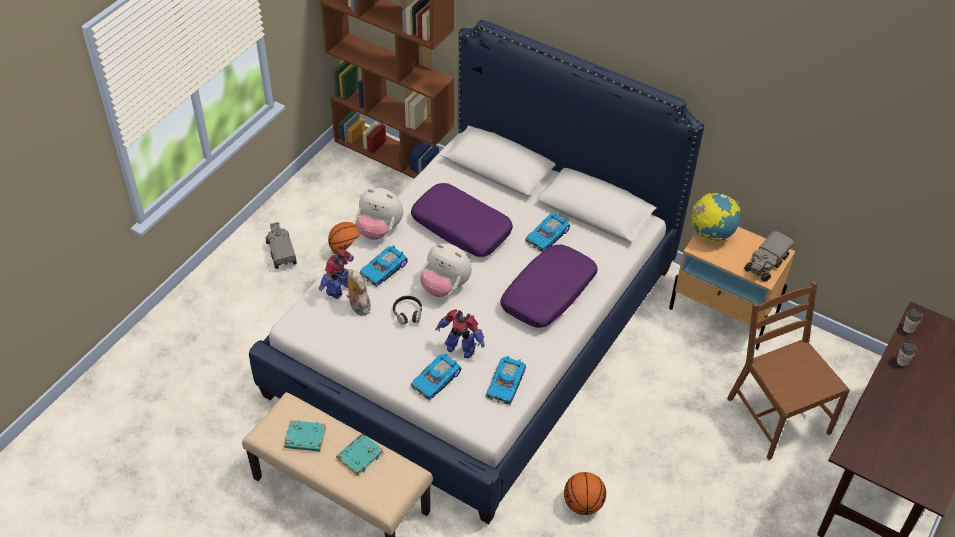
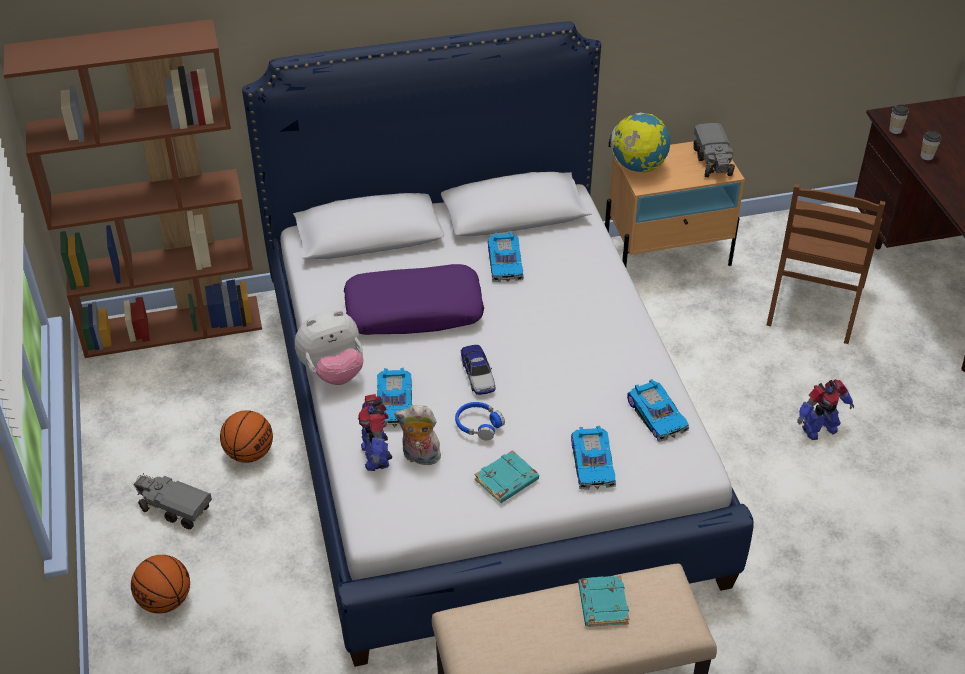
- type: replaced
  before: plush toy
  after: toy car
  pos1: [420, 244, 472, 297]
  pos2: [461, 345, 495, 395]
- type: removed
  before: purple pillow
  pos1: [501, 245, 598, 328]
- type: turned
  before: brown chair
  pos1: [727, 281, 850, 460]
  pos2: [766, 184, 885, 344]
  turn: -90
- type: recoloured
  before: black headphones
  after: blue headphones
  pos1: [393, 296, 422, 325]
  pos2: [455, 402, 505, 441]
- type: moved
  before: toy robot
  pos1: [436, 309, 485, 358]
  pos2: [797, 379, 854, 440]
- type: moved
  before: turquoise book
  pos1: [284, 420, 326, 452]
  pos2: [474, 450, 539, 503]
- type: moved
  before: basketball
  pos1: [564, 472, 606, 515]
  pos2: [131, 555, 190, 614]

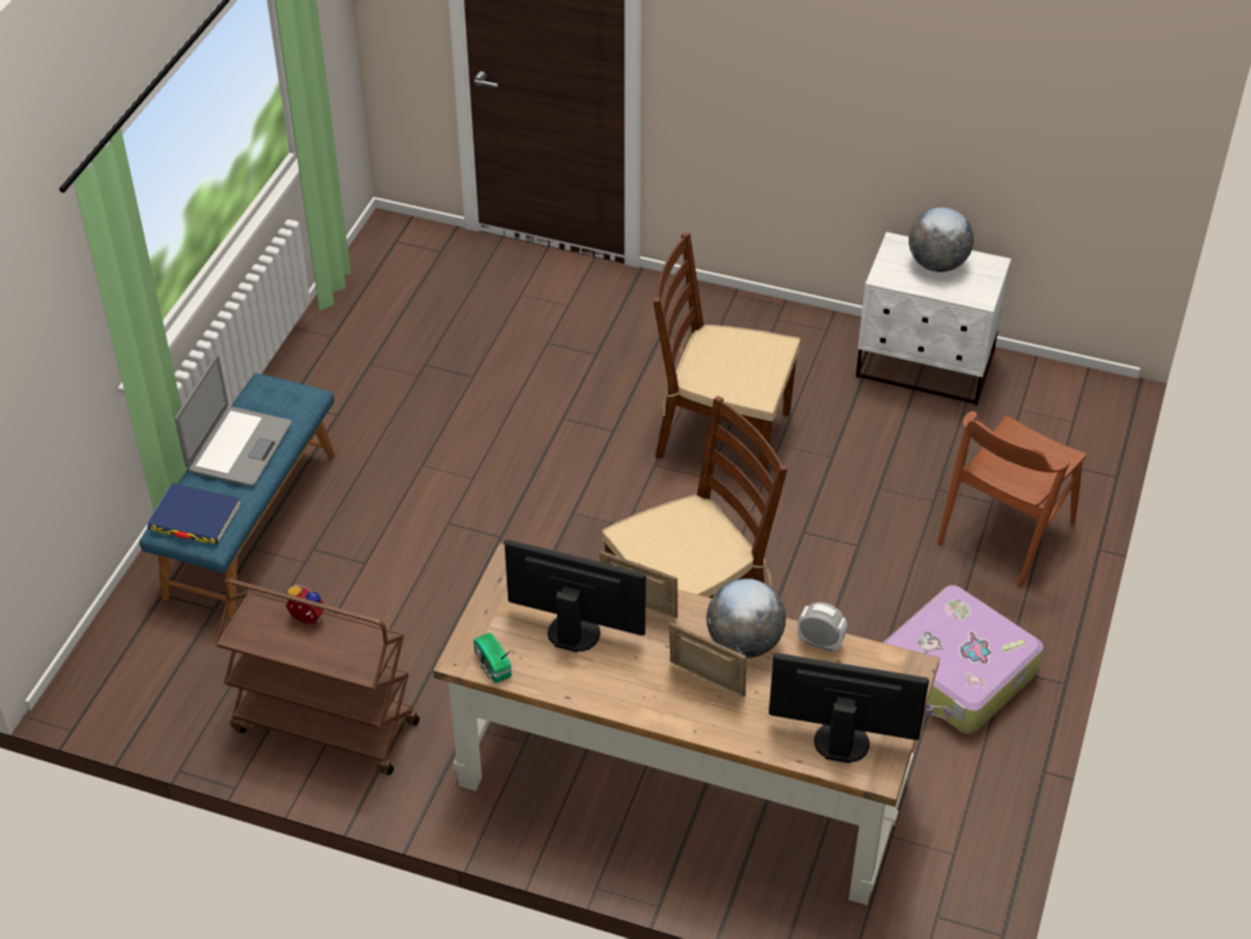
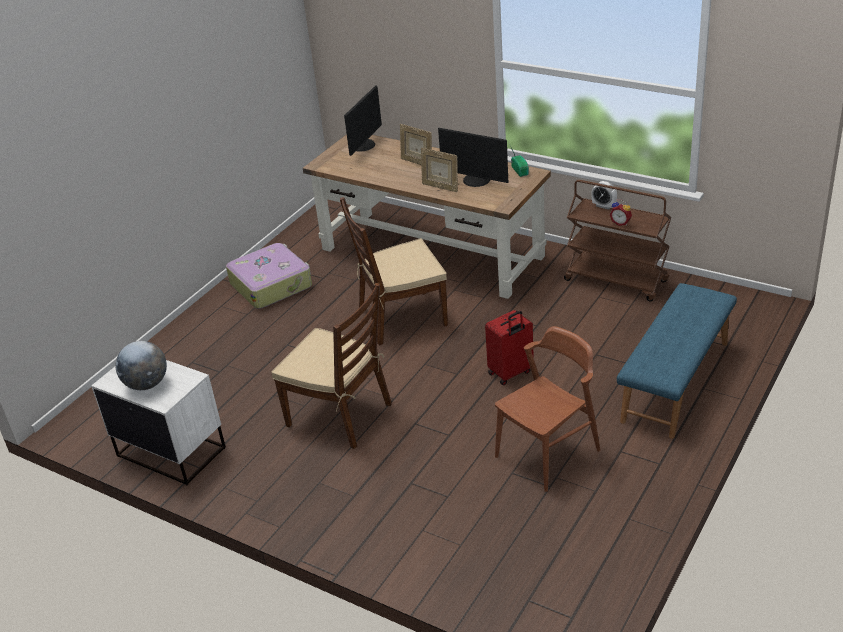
- type: removed
  before: laptop
  pos1: [175, 356, 292, 486]
- type: moved
  before: brown chair
  pos1: [937, 411, 1086, 588]
  pos2: [495, 326, 600, 492]
- type: removed
  before: blue book
  pos1: [147, 483, 240, 544]
- type: removed
  before: globe
  pos1: [707, 579, 786, 658]
- type: moved
  before: alarm clock
  pos1: [797, 602, 847, 652]
  pos2: [591, 181, 617, 210]
- type: turned
  before: monitor
  pos1: [769, 653, 929, 763]
  pos2: [344, 85, 382, 156]
  turn: -90
- type: added
  after: red suitcase
  pos2: [485, 310, 534, 385]

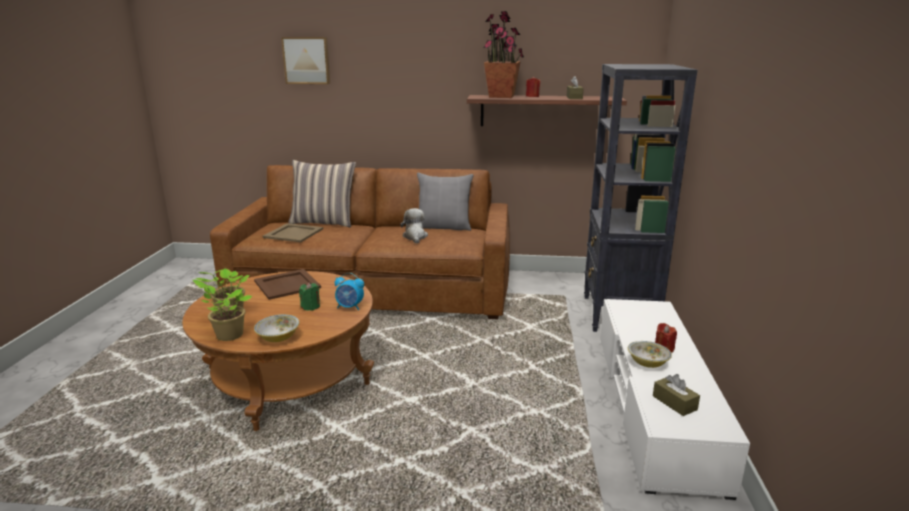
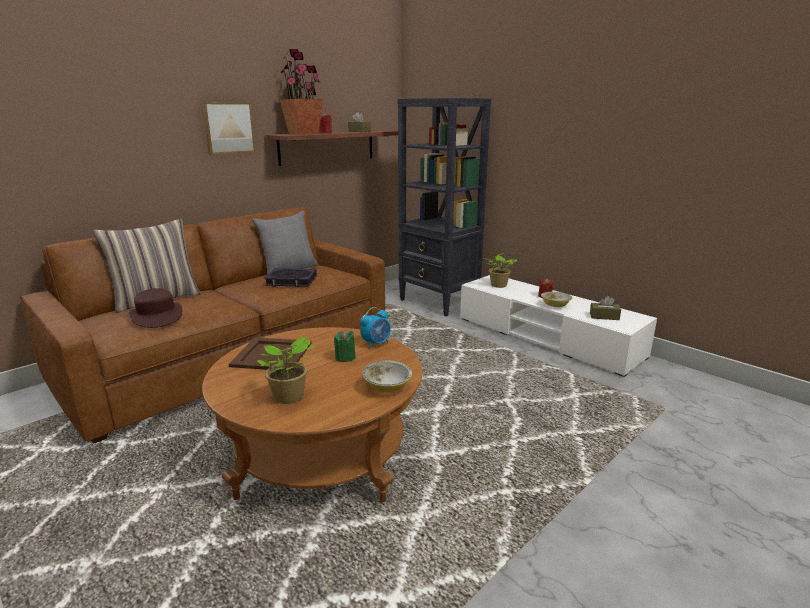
- type: moved
  before: picture
  pos1: [281, 37, 330, 84]
  pos2: [202, 102, 256, 155]
- type: replaced
  before: plush toy
  after: book
  pos1: [400, 208, 428, 244]
  pos2: [265, 268, 317, 287]
- type: replaced
  before: beige tray
  after: brown hat
  pos1: [263, 223, 323, 242]
  pos2: [129, 288, 182, 328]
- type: moved
  before: potted plant
  pos1: [193, 280, 252, 341]
  pos2: [484, 253, 517, 288]

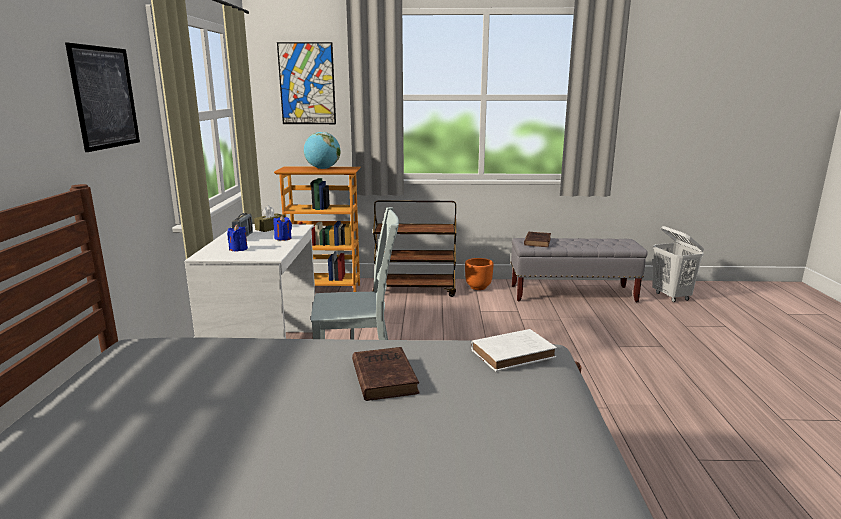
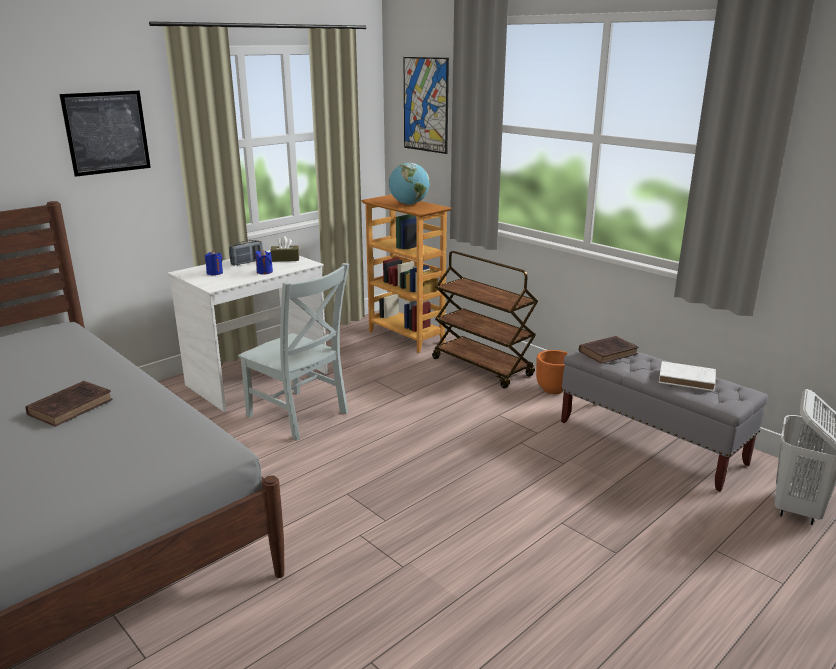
- type: moved
  before: white book
  pos1: [471, 329, 557, 372]
  pos2: [659, 361, 716, 391]

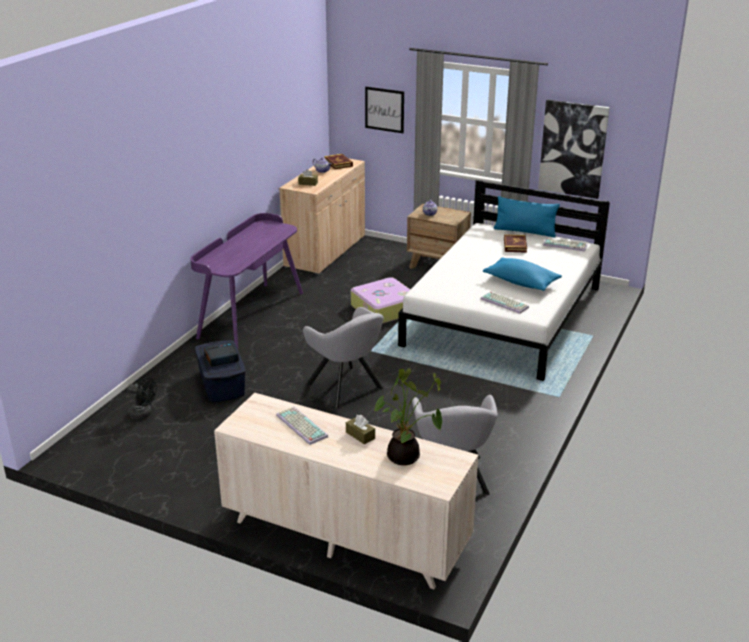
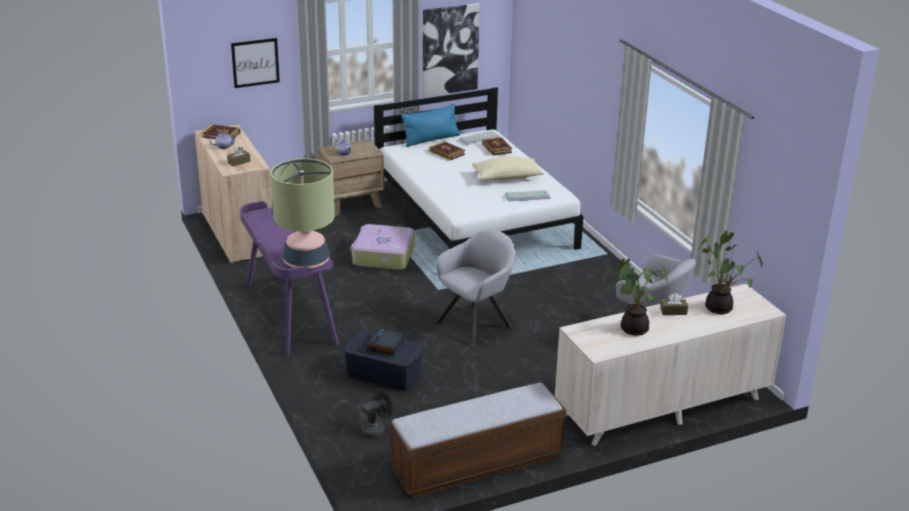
- type: recoloured
  before: blue pillow
  after: beige pillow
  pos1: [483, 257, 562, 291]
  pos2: [472, 157, 544, 180]
- type: turned
  before: grey armchair
  pos1: [303, 307, 384, 408]
  pos2: [435, 230, 516, 347]
  turn: -45
- type: replaced
  before: keyboard
  after: potted plant
  pos1: [276, 406, 328, 445]
  pos2: [603, 259, 668, 336]
- type: added
  after: book
  pos2: [482, 137, 512, 156]
- type: added
  after: table lamp
  pos2: [270, 158, 335, 269]
- type: added
  after: bench
  pos2: [390, 383, 566, 498]

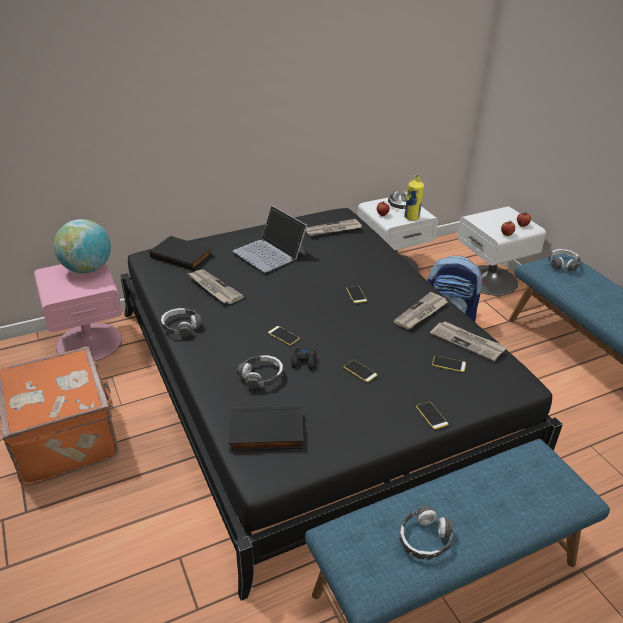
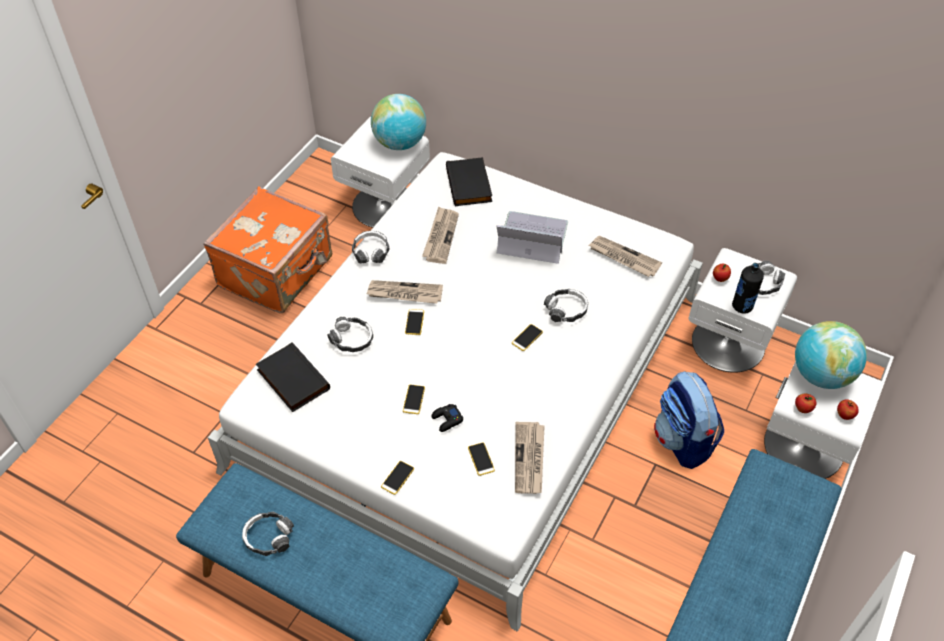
- type: recoloured
  before: yellow bottle
  after: black bottle
  pos1: [404, 175, 424, 221]
  pos2: [732, 263, 764, 314]
- type: turned
  before: laptop
  pos1: [233, 205, 307, 273]
  pos2: [497, 211, 568, 264]
  turn: 90
- type: recoloured
  before: black bed
  after: white bed
  pos1: [120, 208, 563, 601]
  pos2: [208, 152, 703, 632]
- type: moved
  before: headphones
  pos1: [548, 249, 582, 272]
  pos2: [544, 289, 588, 322]
- type: recoloured
  before: pink nightstand
  after: white nightstand
  pos1: [34, 263, 122, 361]
  pos2: [331, 117, 430, 228]
- type: moved
  before: newspaper
  pos1: [393, 292, 448, 330]
  pos2: [366, 280, 443, 304]
- type: moved
  before: black game controller
  pos1: [291, 348, 316, 370]
  pos2: [432, 404, 463, 432]
- type: added
  after: globe
  pos2: [795, 321, 867, 389]

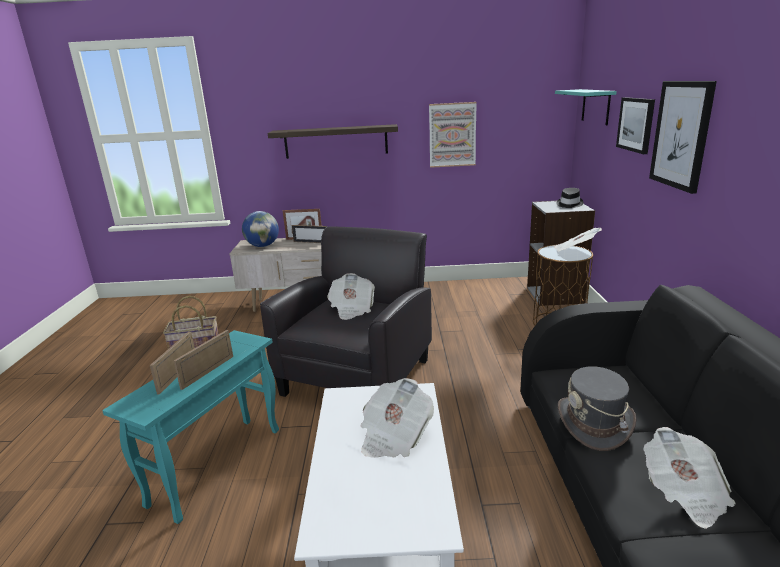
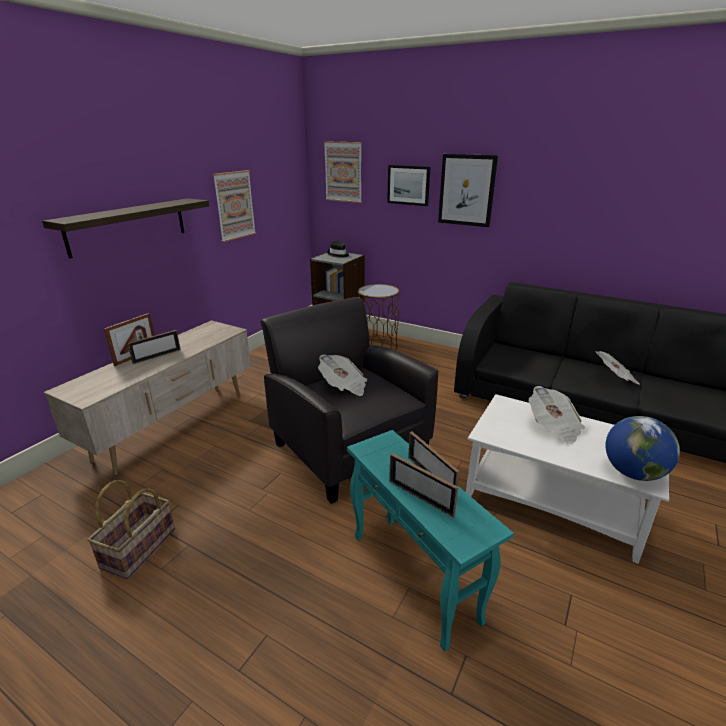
- type: replaced
  before: turquoise shelf
  after: picture
  pos1: [555, 89, 617, 125]
  pos2: [324, 141, 362, 203]
- type: moved
  before: globe
  pos1: [242, 211, 279, 247]
  pos2: [606, 416, 680, 481]
- type: removed
  before: newspaper
  pos1: [554, 228, 602, 252]
- type: removed
  before: grey hat
  pos1: [558, 366, 637, 451]

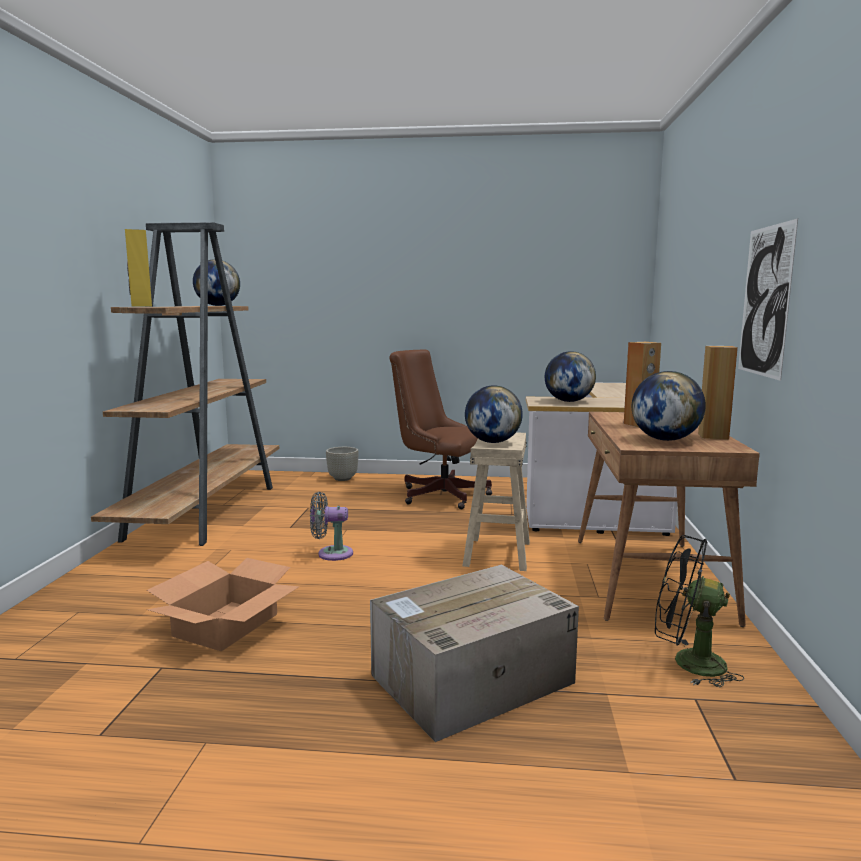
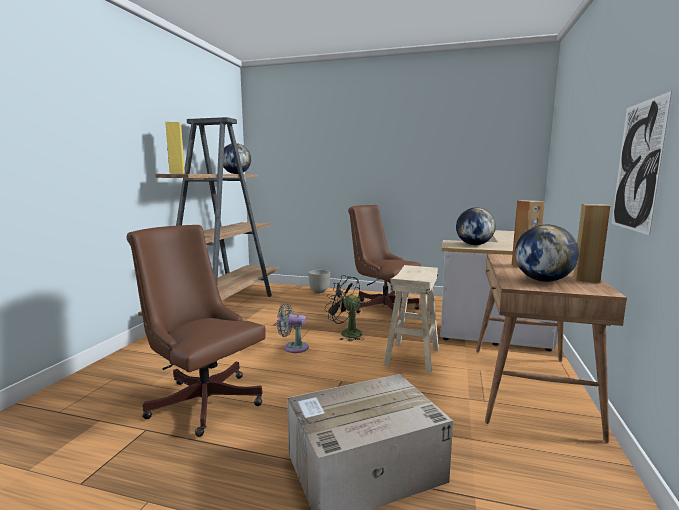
- type: removed
  before: globe
  pos1: [465, 385, 523, 443]
- type: moved
  before: black fan
  pos1: [655, 535, 744, 688]
  pos2: [325, 275, 364, 341]
- type: replaced
  before: cardboard box
  after: brown office chair
  pos1: [147, 558, 300, 652]
  pos2: [127, 225, 265, 437]

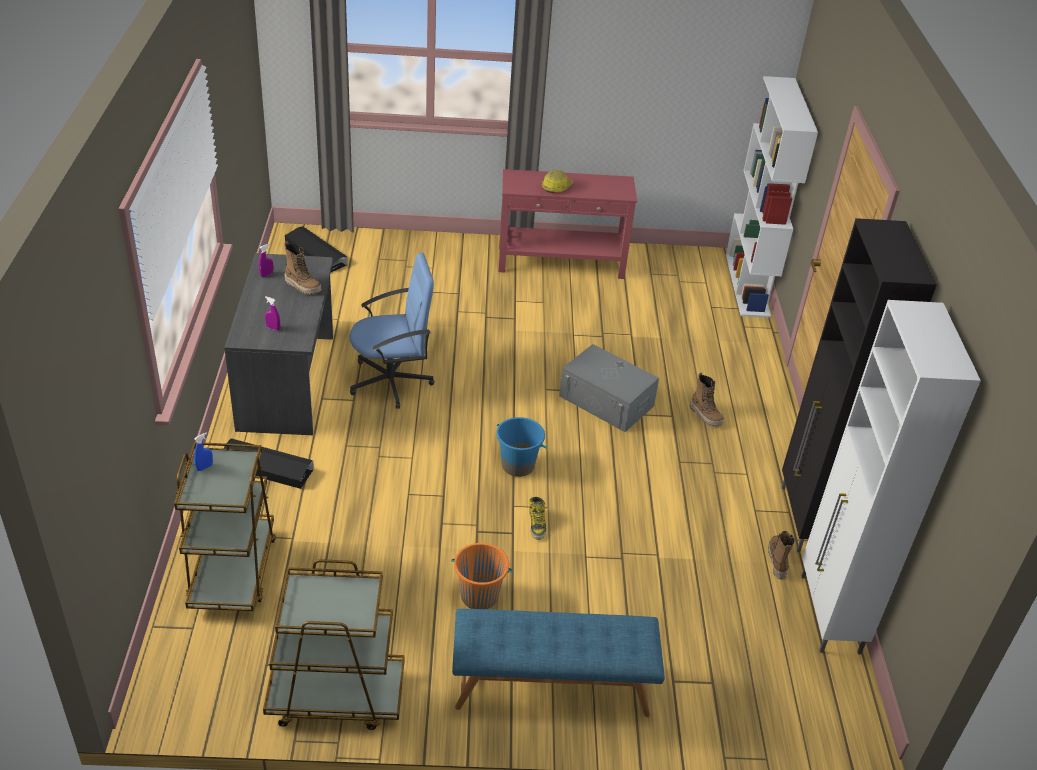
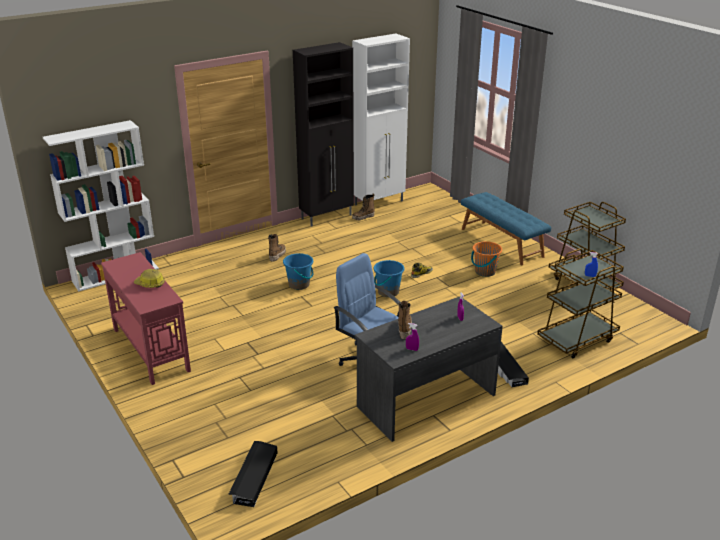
- type: replaced
  before: grey storage box
  after: blue bucket
  pos1: [559, 344, 659, 432]
  pos2: [283, 253, 313, 290]

